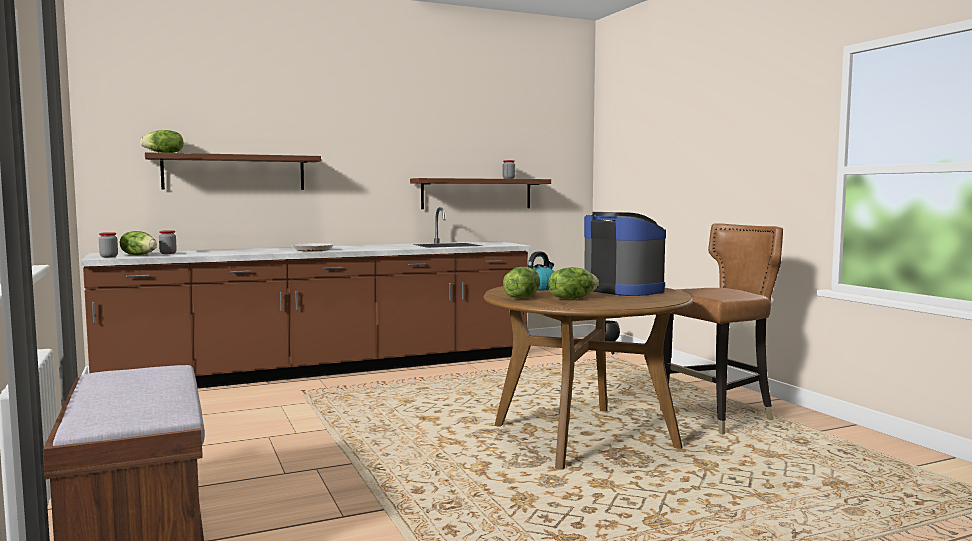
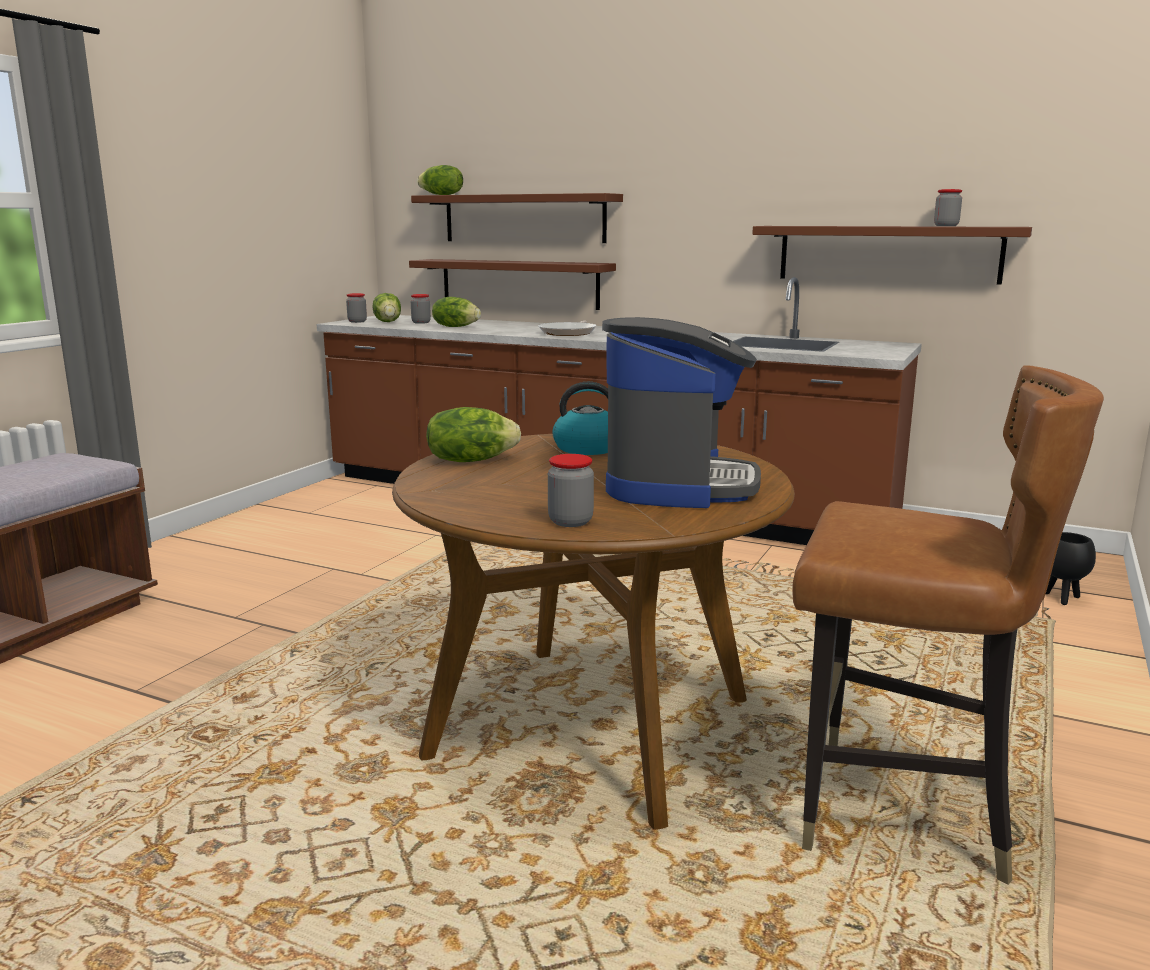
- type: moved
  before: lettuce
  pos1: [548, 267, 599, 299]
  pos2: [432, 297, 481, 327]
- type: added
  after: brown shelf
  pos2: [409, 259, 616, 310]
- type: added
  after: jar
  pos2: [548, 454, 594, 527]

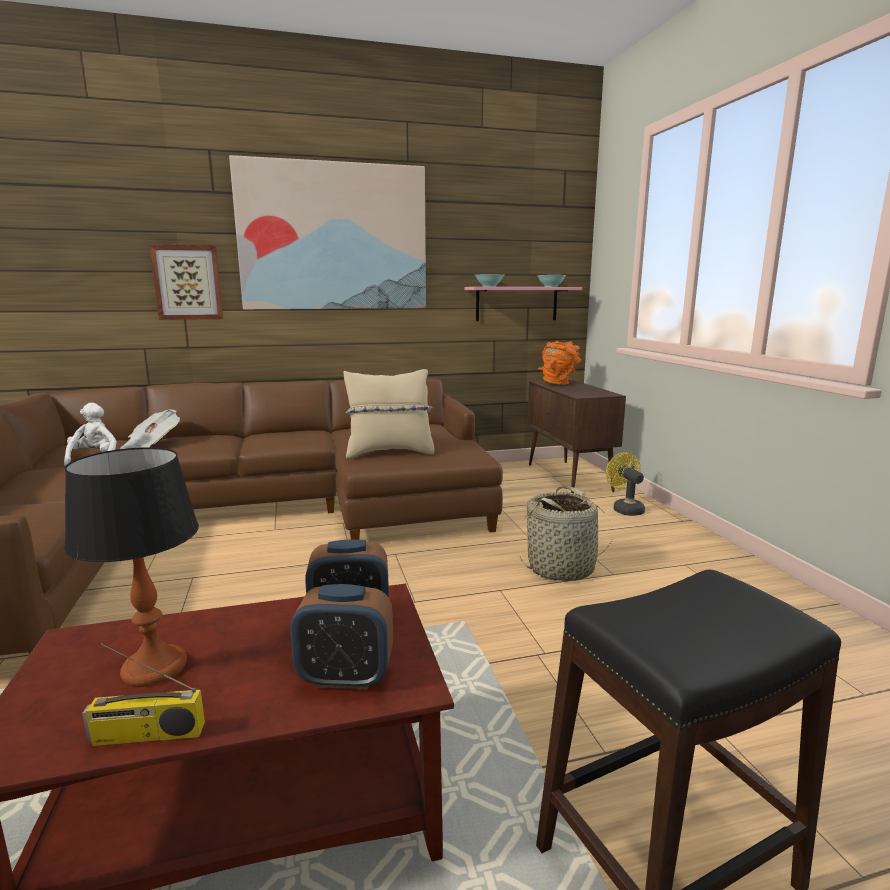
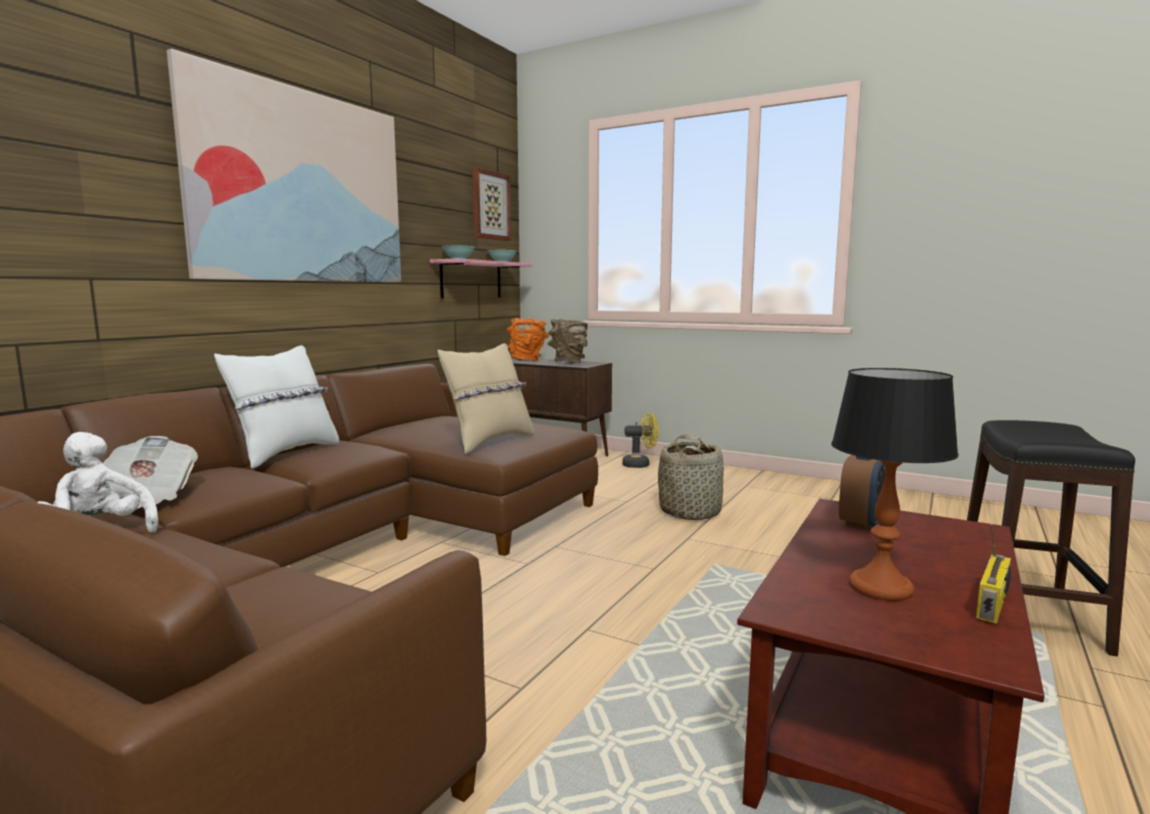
- type: moved
  before: picture
  pos1: [149, 244, 223, 320]
  pos2: [472, 167, 511, 241]
- type: turned
  before: yellow fan
  pos1: [606, 452, 645, 516]
  pos2: [622, 413, 659, 468]
  turn: 150
- type: removed
  before: alarm clock
  pos1: [290, 584, 393, 689]
- type: added
  after: brown vase
  pos2: [547, 319, 588, 364]
- type: added
  after: white pillow
  pos2: [214, 346, 339, 468]

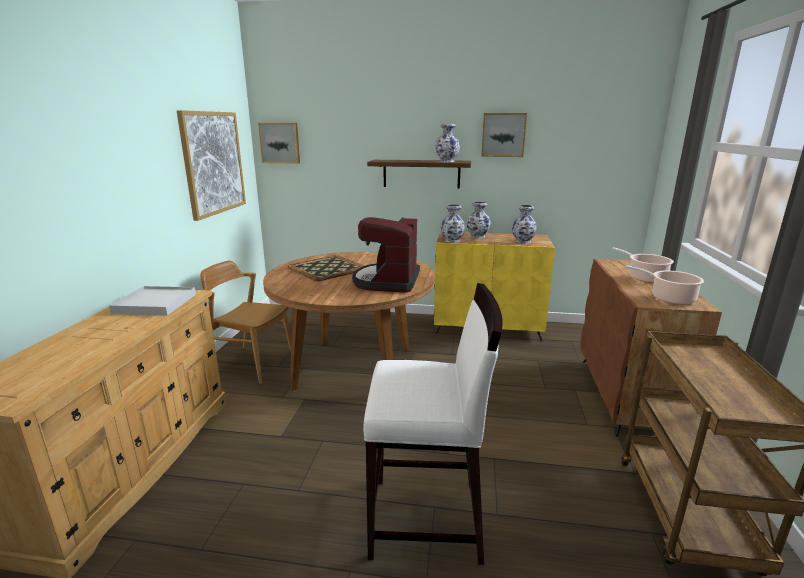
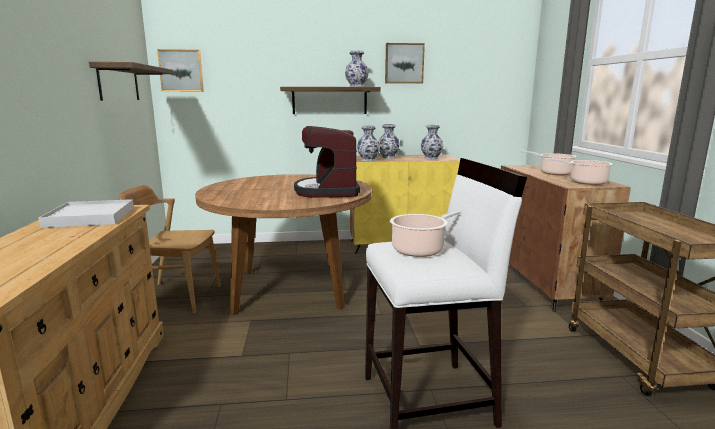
- type: replaced
  before: picture
  after: shelf
  pos1: [177, 110, 246, 221]
  pos2: [89, 62, 173, 101]
- type: removed
  before: tray
  pos1: [288, 255, 364, 281]
- type: added
  after: cooking pot
  pos2: [390, 210, 461, 257]

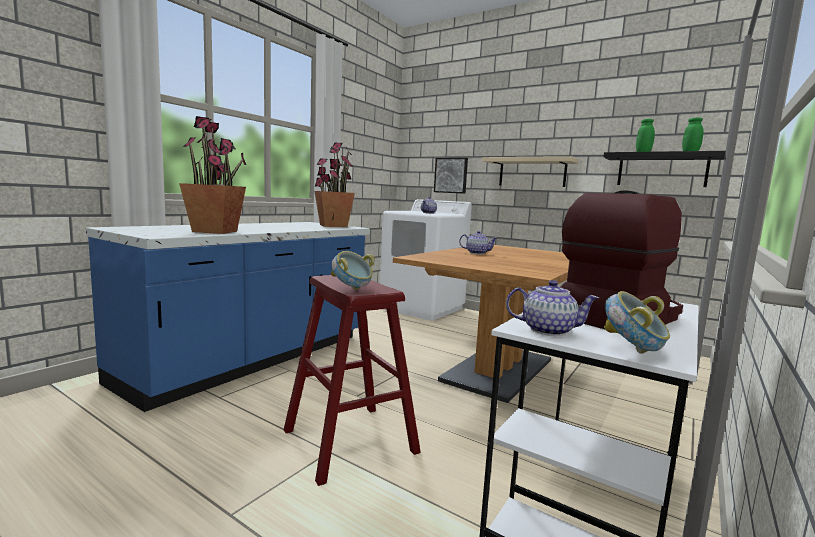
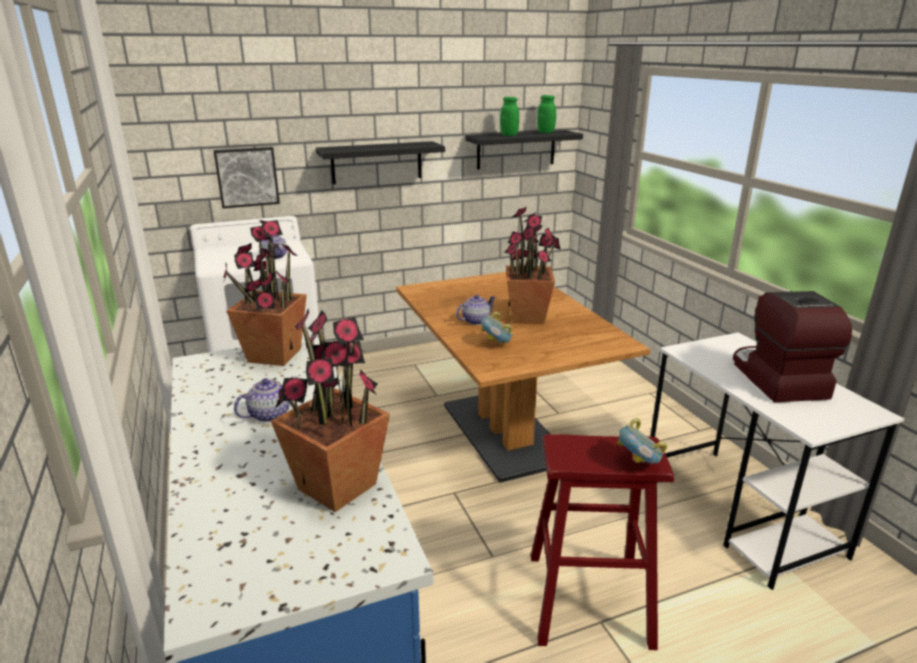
- type: recoloured
  before: beige shelf
  after: black shelf
  pos1: [482, 156, 579, 187]
  pos2: [316, 141, 445, 184]
- type: moved
  before: teapot
  pos1: [506, 280, 599, 336]
  pos2: [234, 376, 298, 422]
- type: moved
  before: bowl
  pos1: [604, 291, 670, 354]
  pos2: [481, 312, 513, 344]
- type: added
  after: potted plant
  pos2: [505, 207, 561, 324]

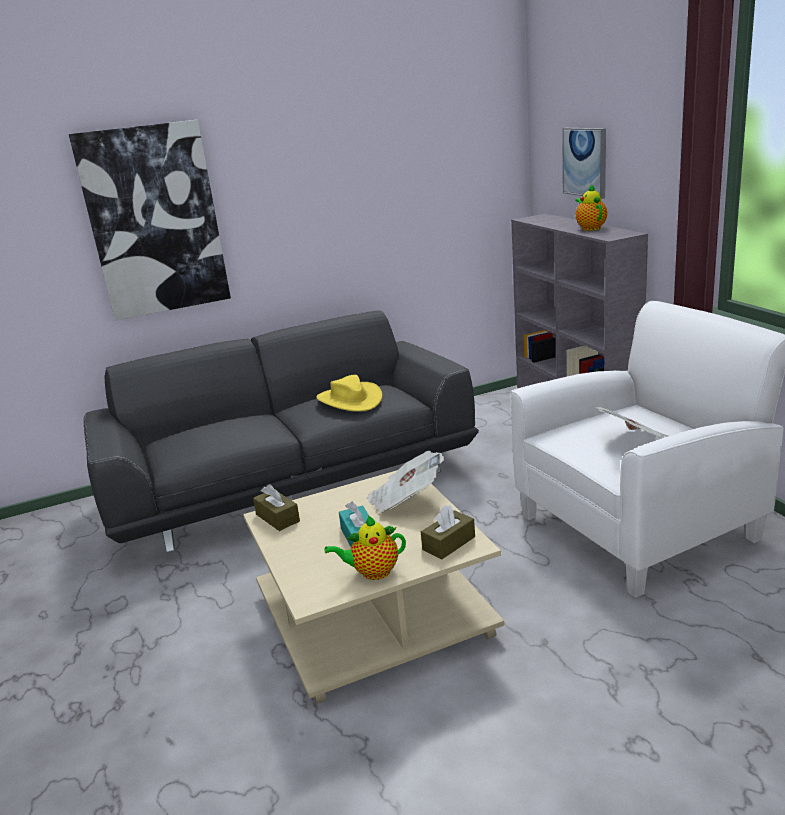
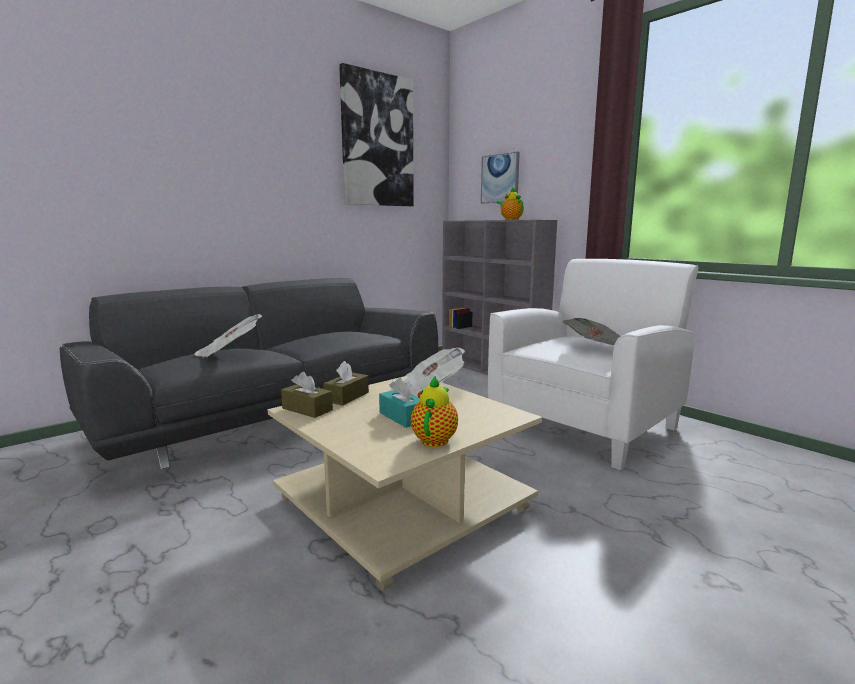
- type: moved
  before: picture
  pos1: [69, 120, 231, 320]
  pos2: [339, 63, 414, 206]
- type: removed
  before: yellow hat
  pos1: [316, 375, 382, 411]
- type: moved
  before: brown tissue box
  pos1: [421, 505, 475, 559]
  pos2: [323, 361, 369, 406]
- type: turned
  before: teapot
  pos1: [324, 515, 406, 580]
  pos2: [411, 375, 458, 447]
  turn: 135
- type: added
  after: newspaper
  pos2: [194, 314, 262, 358]

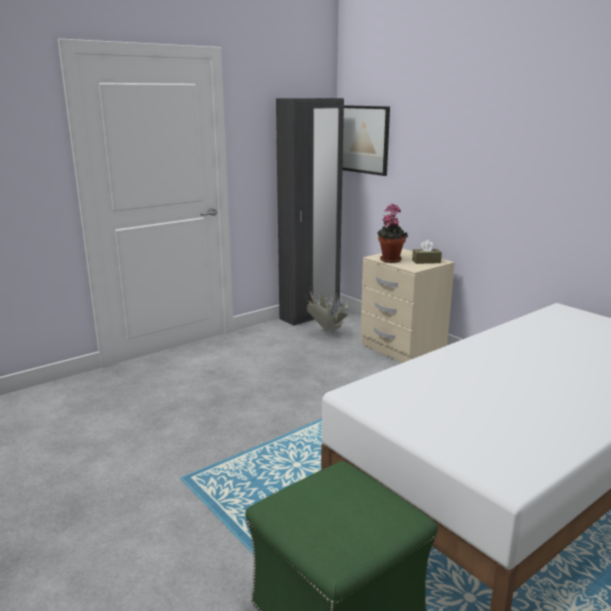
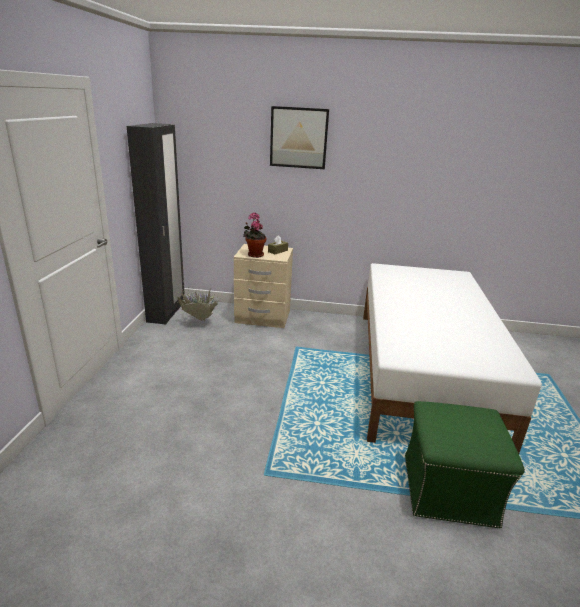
- type: moved
  before: picture
  pos1: [343, 105, 390, 176]
  pos2: [270, 106, 329, 169]

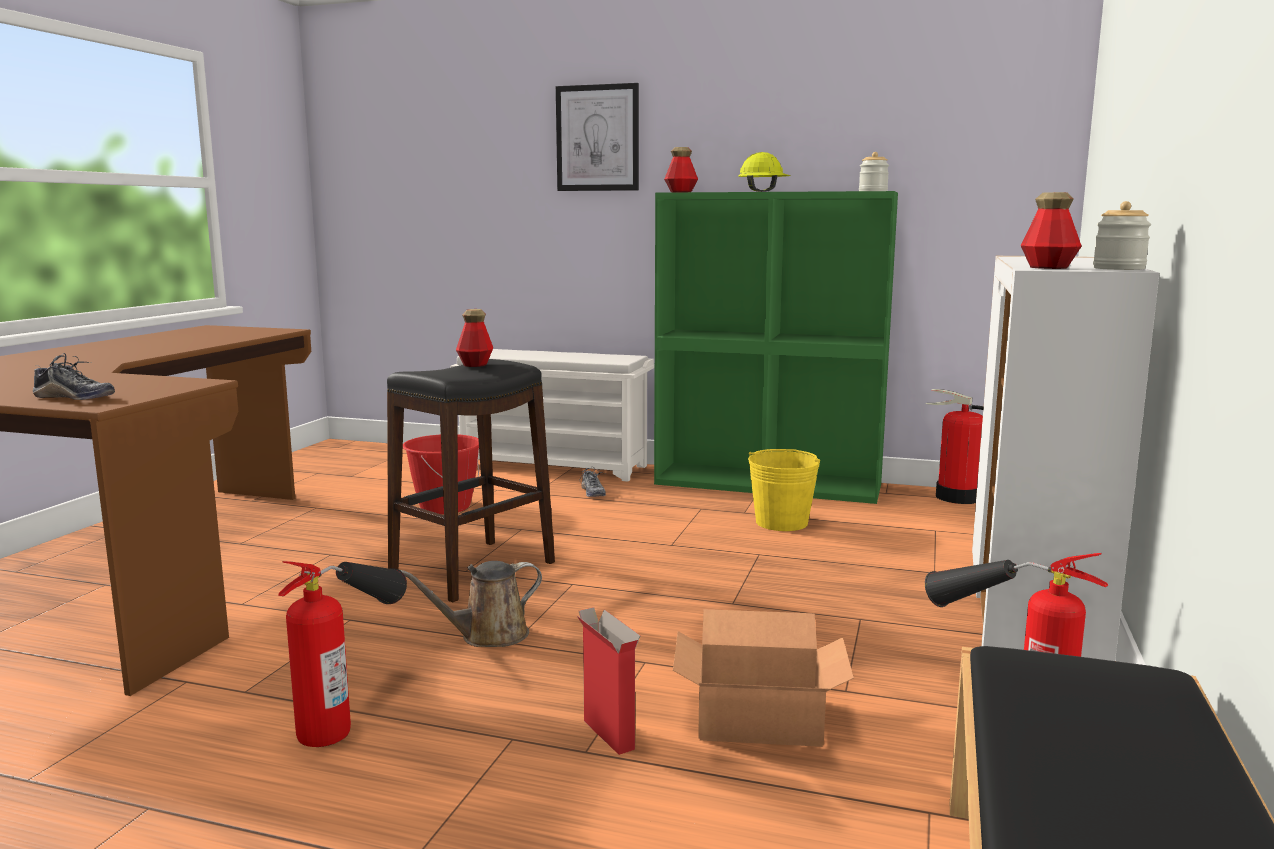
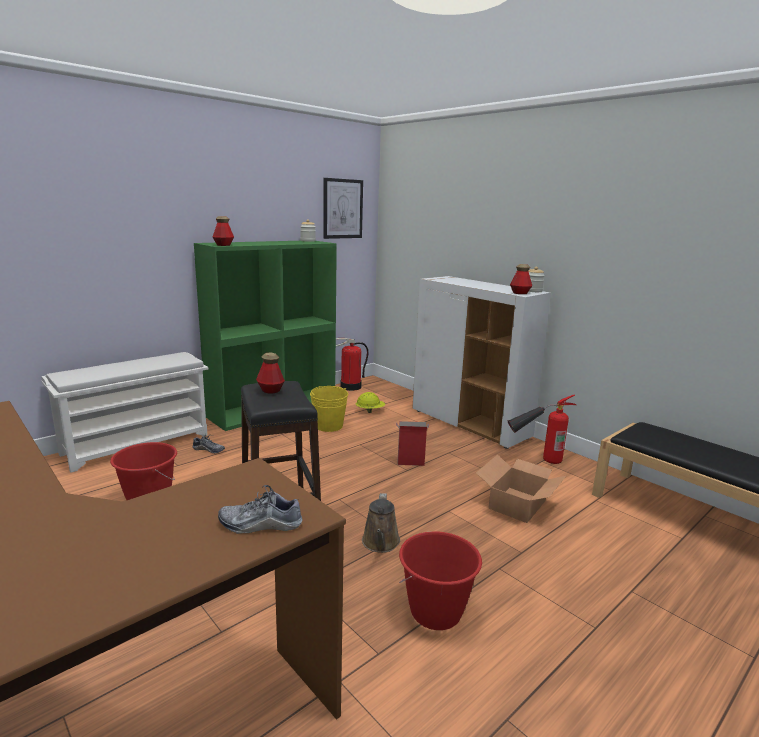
- type: moved
  before: picture
  pos1: [556, 83, 639, 191]
  pos2: [323, 178, 363, 239]
- type: moved
  before: yellow hard hat
  pos1: [738, 152, 791, 192]
  pos2: [356, 392, 385, 413]
- type: turned
  before: shoe
  pos1: [33, 353, 115, 400]
  pos2: [218, 485, 303, 534]
  turn: -135
- type: replaced
  before: fire extinguisher
  after: red bucket
  pos1: [278, 561, 407, 747]
  pos2: [399, 531, 482, 630]
- type: moved
  before: cardboard box
  pos1: [577, 607, 640, 755]
  pos2: [396, 421, 429, 466]

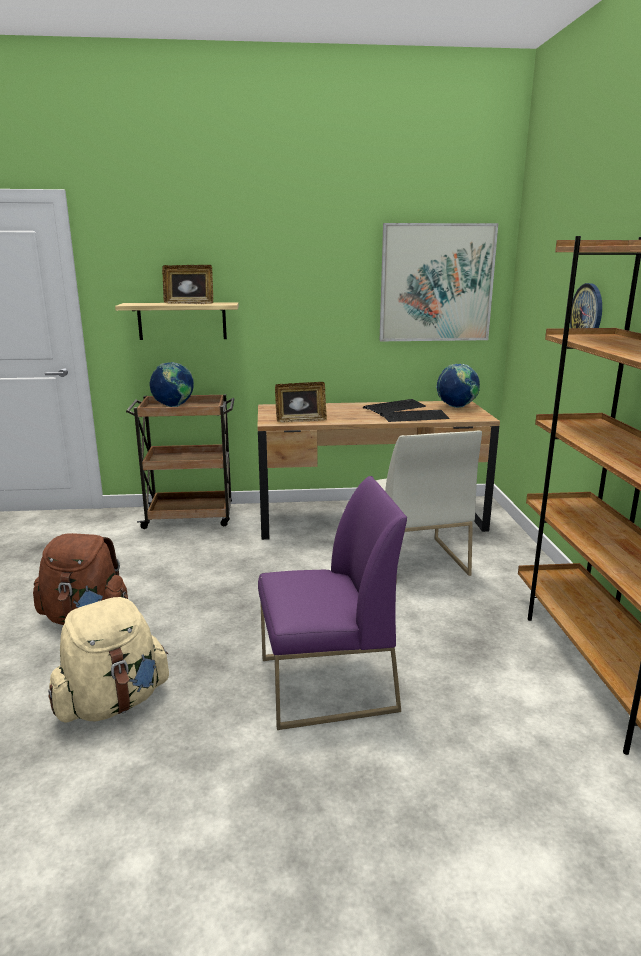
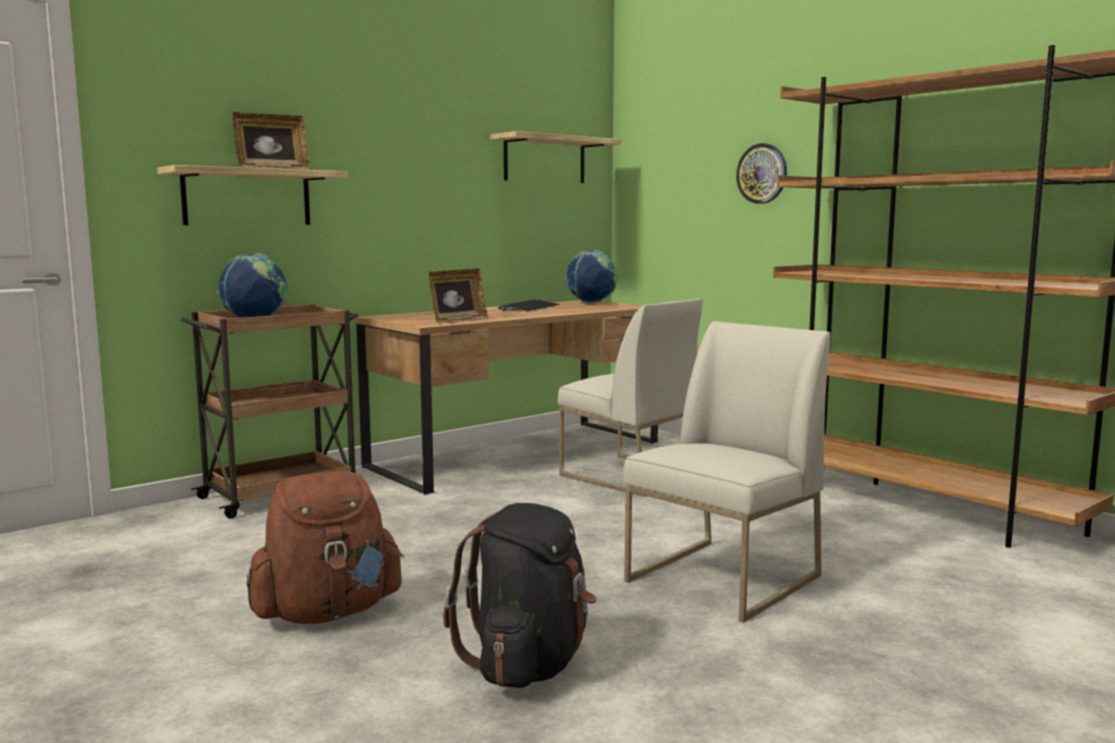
- type: replaced
  before: picture
  after: shelf
  pos1: [379, 223, 498, 341]
  pos2: [490, 131, 622, 183]
- type: removed
  before: keyboard
  pos1: [380, 410, 449, 422]
- type: recoloured
  before: purple chair
  after: white chair
  pos1: [258, 476, 407, 730]
  pos2: [623, 321, 830, 623]
- type: recoloured
  before: beige backpack
  after: black backpack
  pos1: [48, 597, 169, 722]
  pos2: [443, 503, 596, 688]

